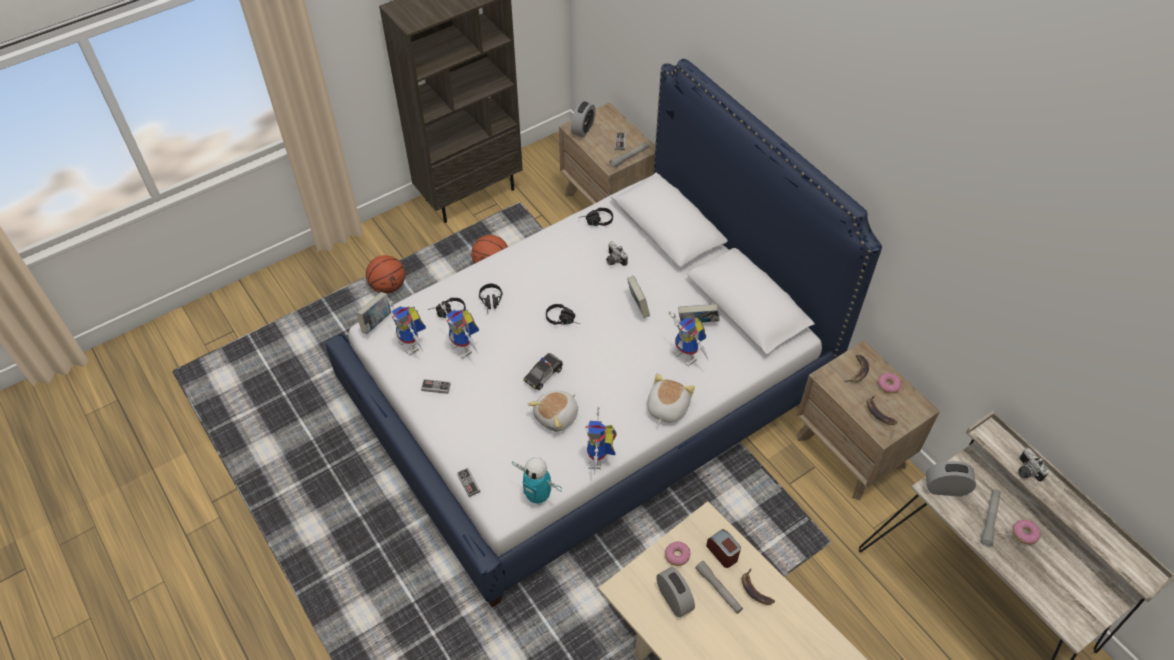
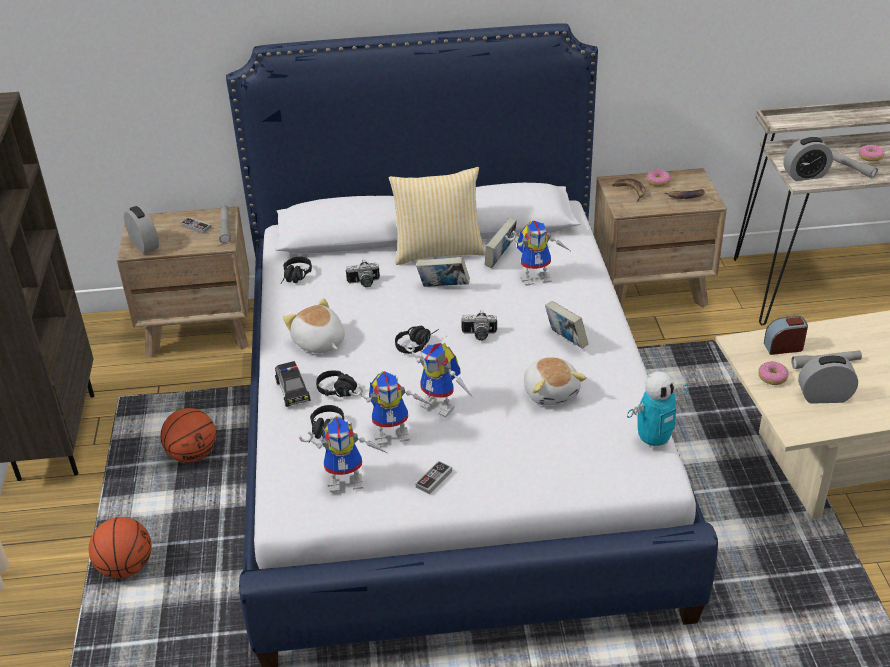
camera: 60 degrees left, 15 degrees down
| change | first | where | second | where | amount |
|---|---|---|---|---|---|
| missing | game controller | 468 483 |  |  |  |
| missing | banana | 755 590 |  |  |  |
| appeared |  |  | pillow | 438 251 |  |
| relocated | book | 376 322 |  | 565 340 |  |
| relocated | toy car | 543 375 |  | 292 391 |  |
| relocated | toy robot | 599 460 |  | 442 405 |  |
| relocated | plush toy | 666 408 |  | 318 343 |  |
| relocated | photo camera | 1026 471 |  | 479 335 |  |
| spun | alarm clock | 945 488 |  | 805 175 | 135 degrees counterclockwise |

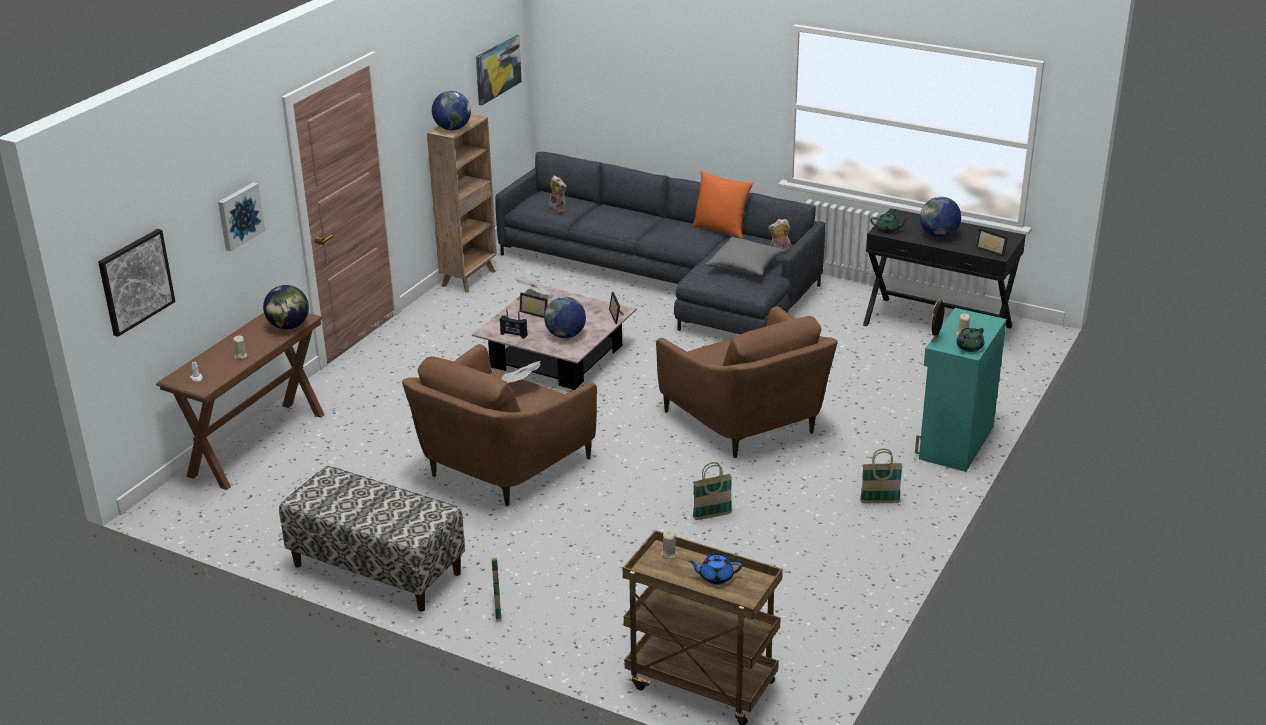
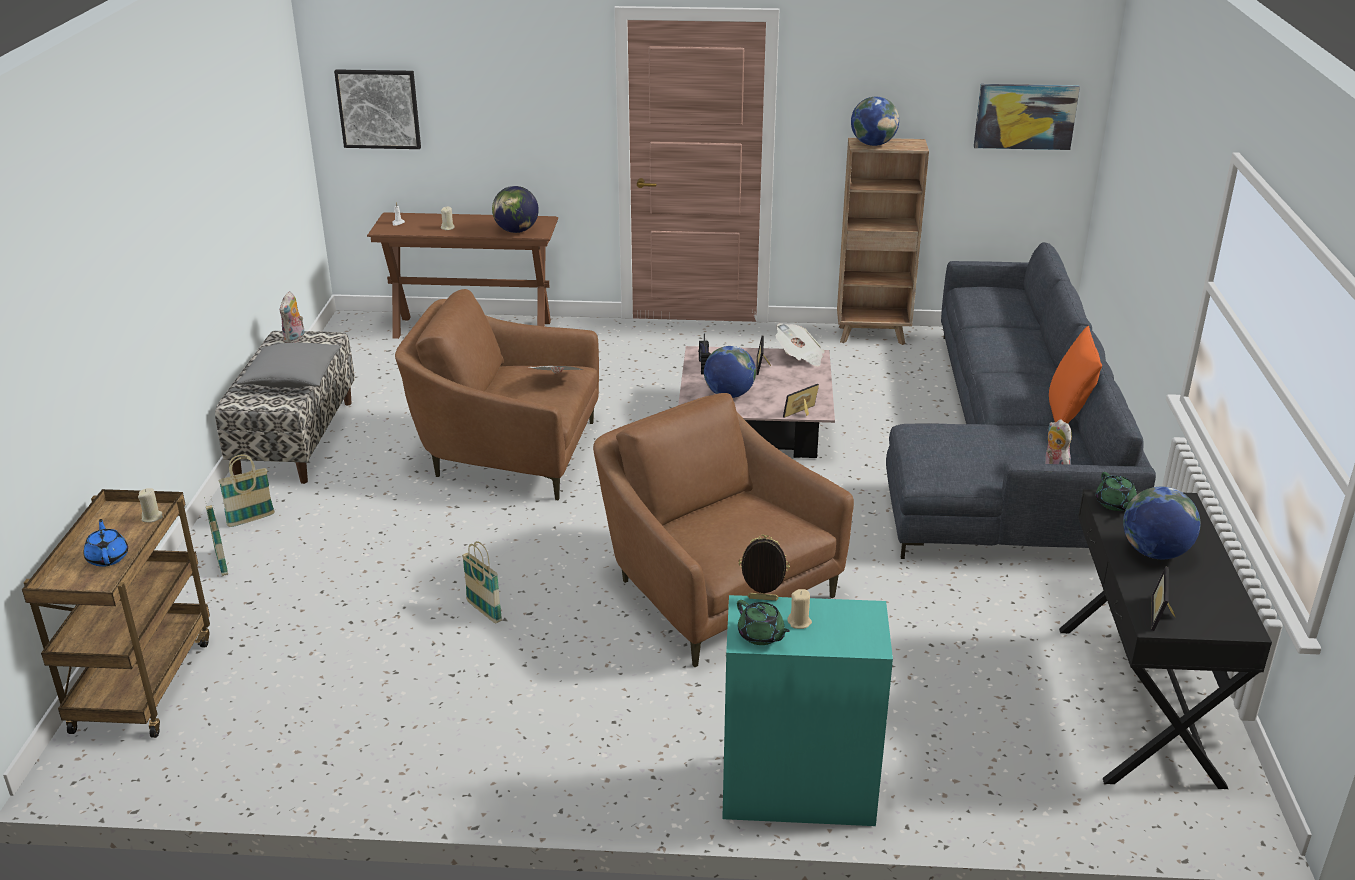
camera: 65 degrees right, 0 degrees up
| change | first | where | second | where | amount |
|---|---|---|---|---|---|
| missing | picture | 239 216 |  |  |  |
| relocated | plush toy | 559 209 |  | 295 339 |  |
| relocated | grey pillow | 745 266 |  | 292 379 |  |
| relocated | basket | 879 502 |  | 221 563 |  |
| spun | brown armchair | 748 422 |  | 713 589 | 105 degrees clockwise |
| spun | green teapot | 969 347 |  | 761 636 | 150 degrees counterclockwise |

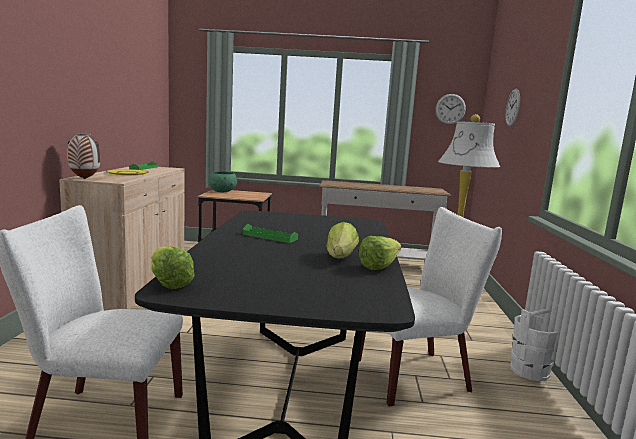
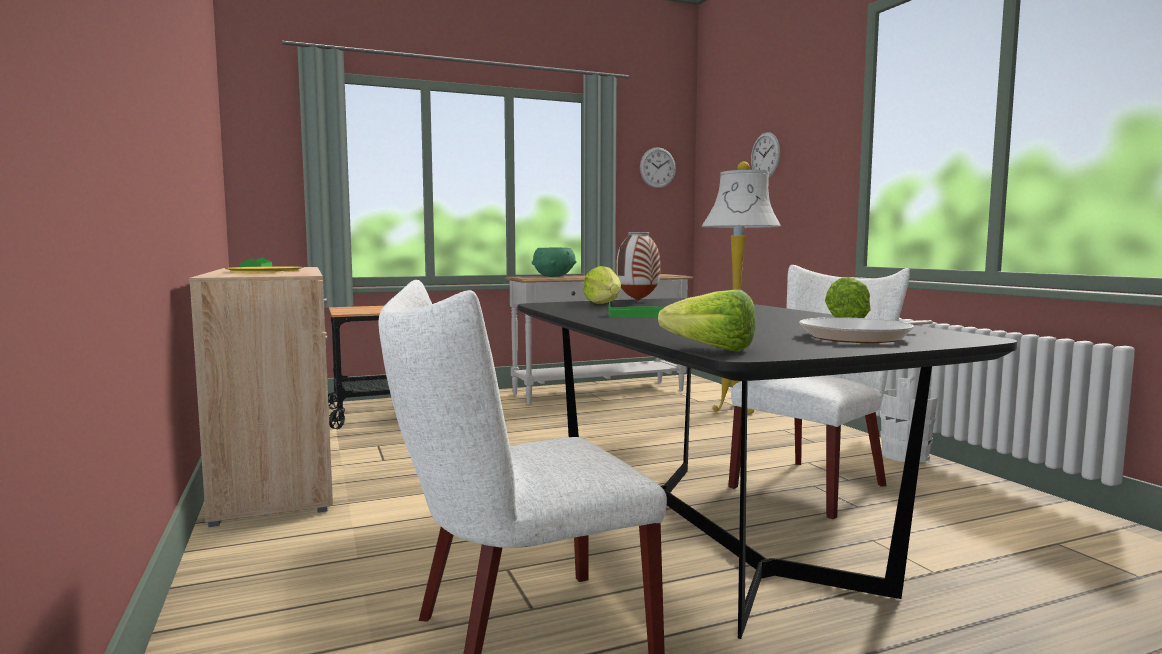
camera: 25 degrees left, 5 degrees down
| change | first | where | second | where | amount |
|---|---|---|---|---|---|
| appeared |  |  | frying pan | 860 337 |  |
| relocated | vase | 84 179 |  | 637 300 |  |
| relocated | green bowl | 222 191 |  | 554 276 |  |
| relocated | lettuce | 340 258 |  | 604 304 |  |

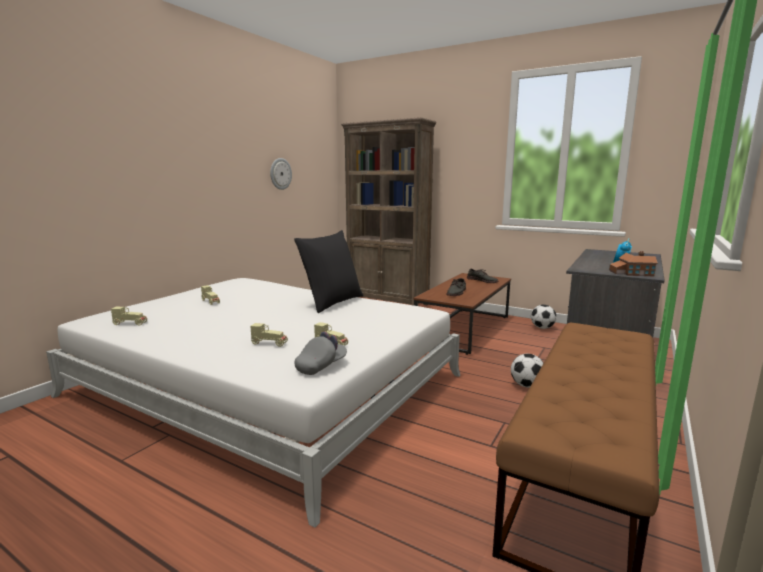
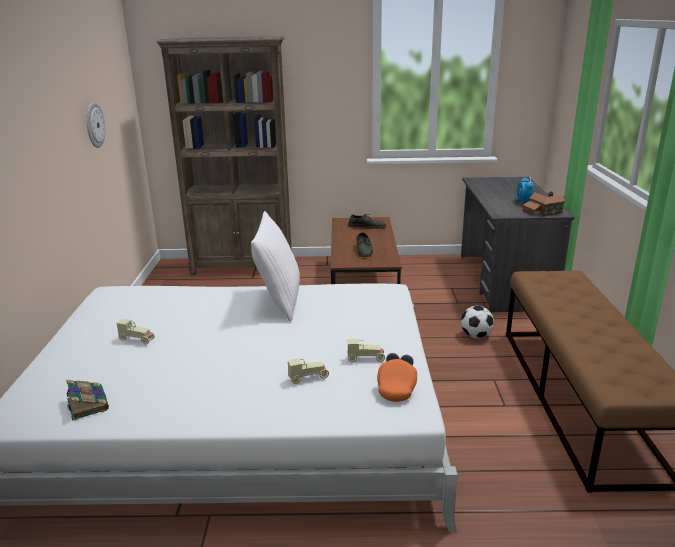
camera: 30 degrees left, 10 degrees up
| change | first | where | second | where | amount |
|---|---|---|---|---|---|
| missing | football | 542 328 |  |  |  |
| exchanged | beige toy car | 130 323 | book | 87 403 |  |
| colour | black pillow | 331 302 | white pillow | 279 301 |  |
| colour | grey cap | 321 366 | orange cap | 397 388 |  |

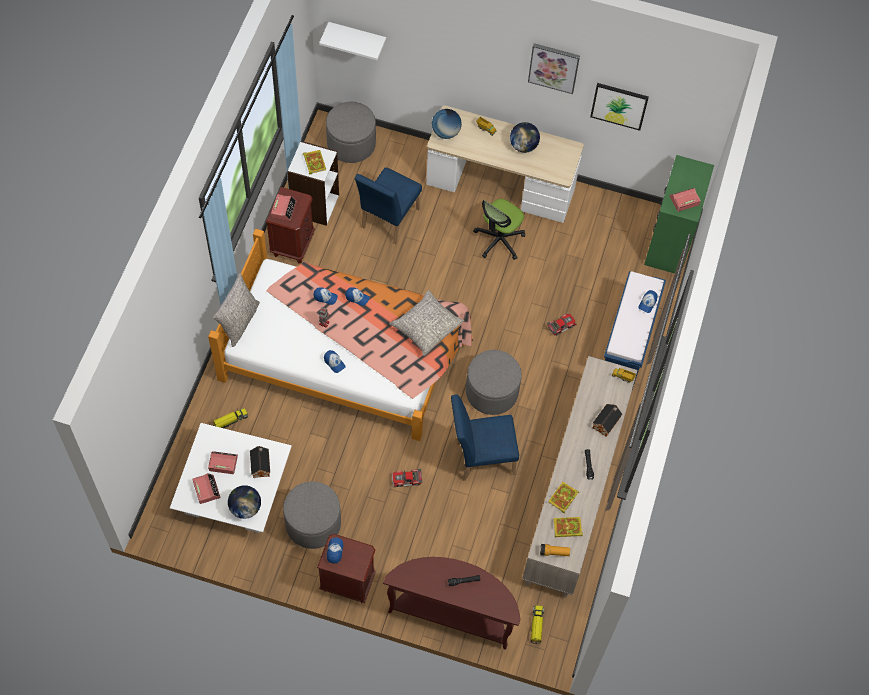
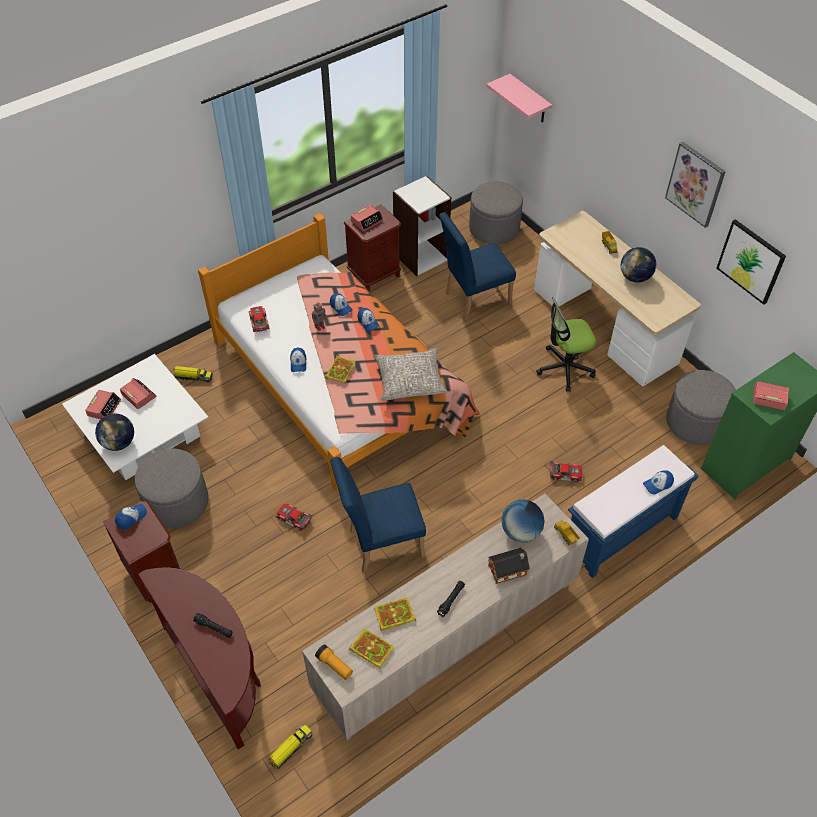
camera: 40 degrees right, 10 degrees down
| change | first | where | second | where | amount |
|---|---|---|---|---|---|
| missing | grey pillow | 239 321 |  |  |  |
| missing | toy house | 261 465 |  |  |  |
| appeared |  |  | toy car | 258 322 |  |
| relocated | book | 314 162 |  | 340 370 |  |
| relocated | globe | 446 132 |  | 521 531 |  |
| relocated | grey ottoman | 491 392 |  | 695 422 |  |
| colour | white shelf | 357 37 | pink shelf | 529 100 |  |
| spun | blue chair | 480 458 |  | 380 544 | 45 degrees counterclockwise |

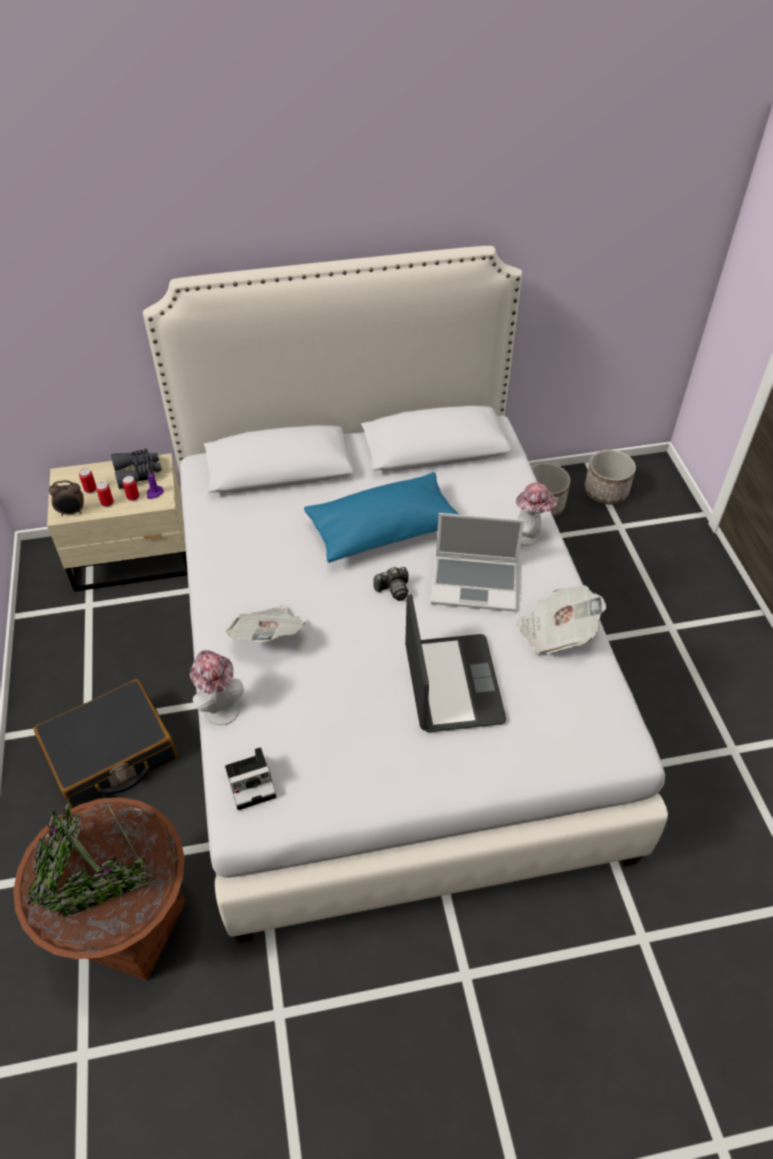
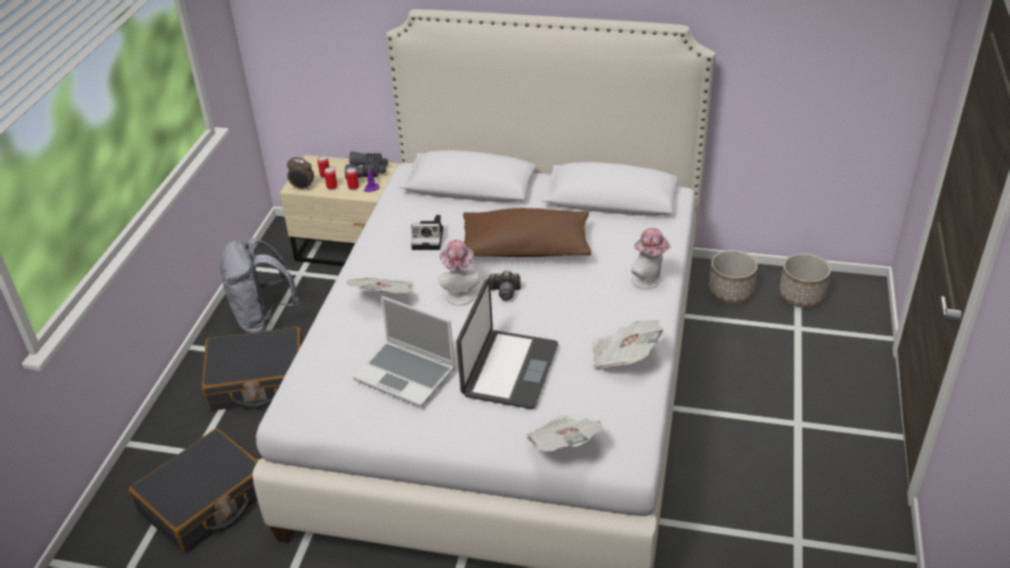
camera: 25 degrees right, 10 degrees down
| change | first | where | second | where | amount |
|---|---|---|---|---|---|
| appeared |  |  | grey backpack | 263 318 |  |
| appeared |  |  | newspaper | 564 446 |  |
| relocated | hat | 220 706 |  | 459 293 |  |
| relocated | photo camera | 252 781 |  | 429 239 |  |
| relocated | laptop | 476 583 |  | 406 375 |  |
| exchanged | brown planter | 130 926 | black suitcase | 206 502 |  |
| colour | blue pillow | 384 530 | brown pillow | 525 249 |  |

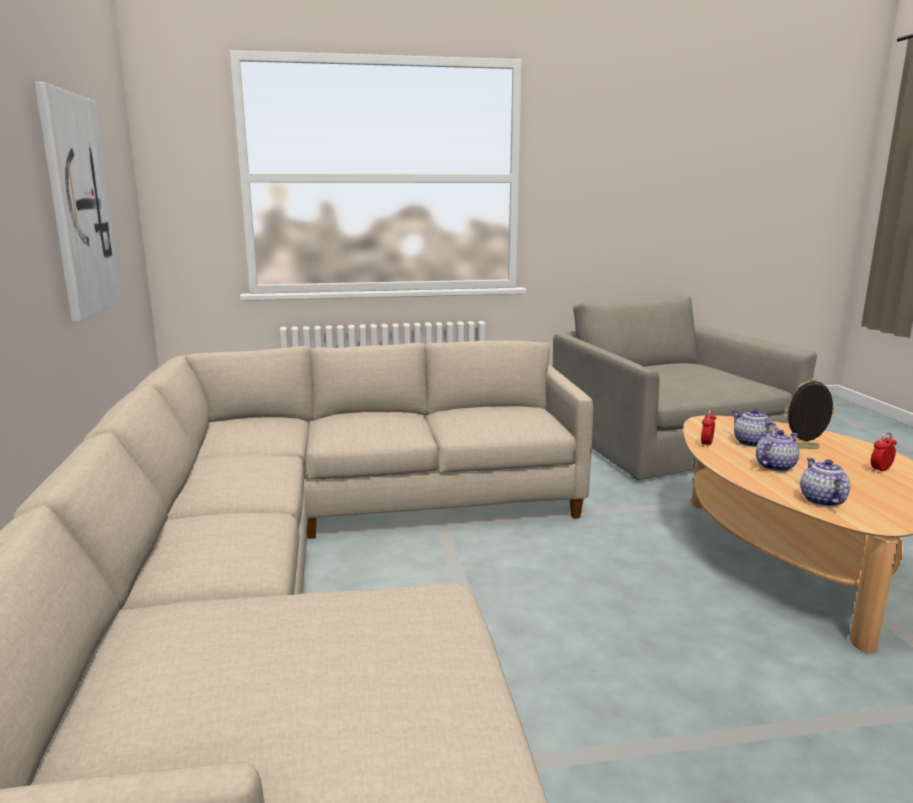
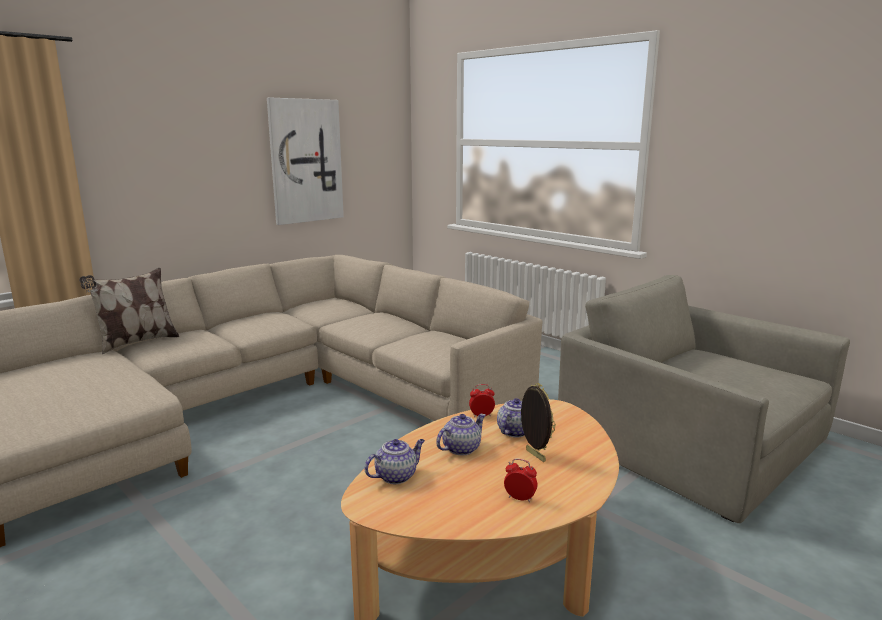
camera: 55 degrees right, 0 degrees up
| change | first | where | second | where | amount |
|---|---|---|---|---|---|
| appeared |  |  | pillow | 136 342 |  |
| spun | grey armchair | 664 440 |  | 689 443 | 75 degrees counterclockwise |
| spun | teapot | 774 466 |  | 461 448 | 60 degrees counterclockwise |

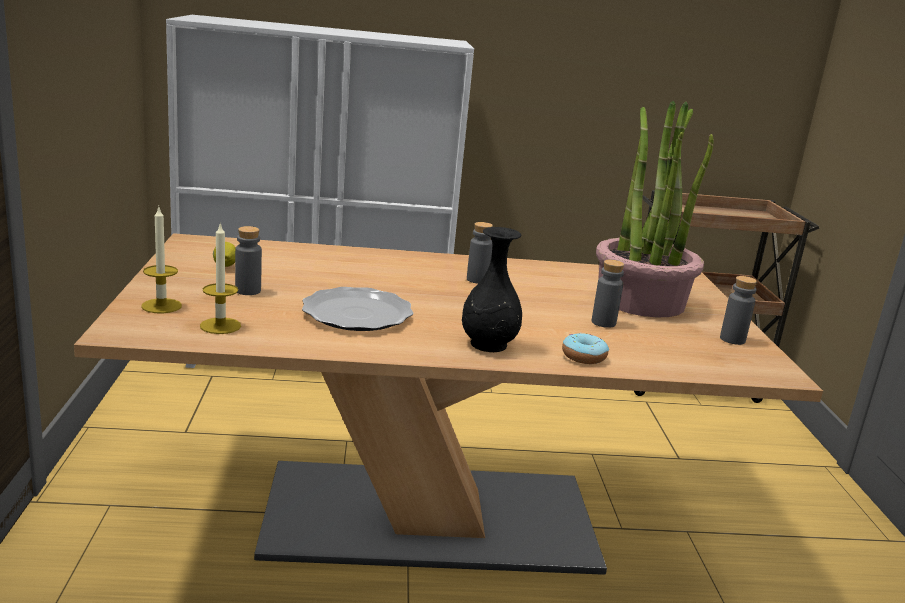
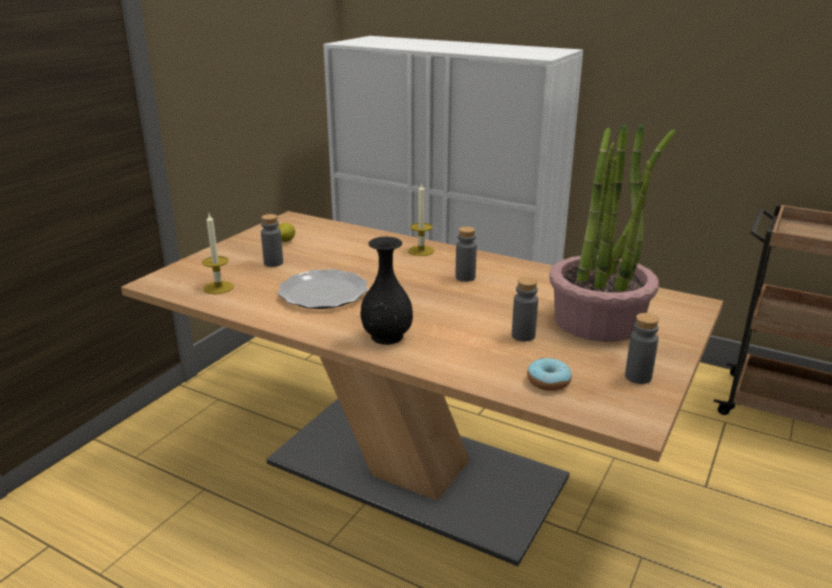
camera: 35 degrees right, 5 degrees up
| change | first | where | second | where | amount |
|---|---|---|---|---|---|
| relocated | candle | 161 306 |  | 421 251 |  |
| relocated | donut | 583 357 |  | 548 381 |  |

